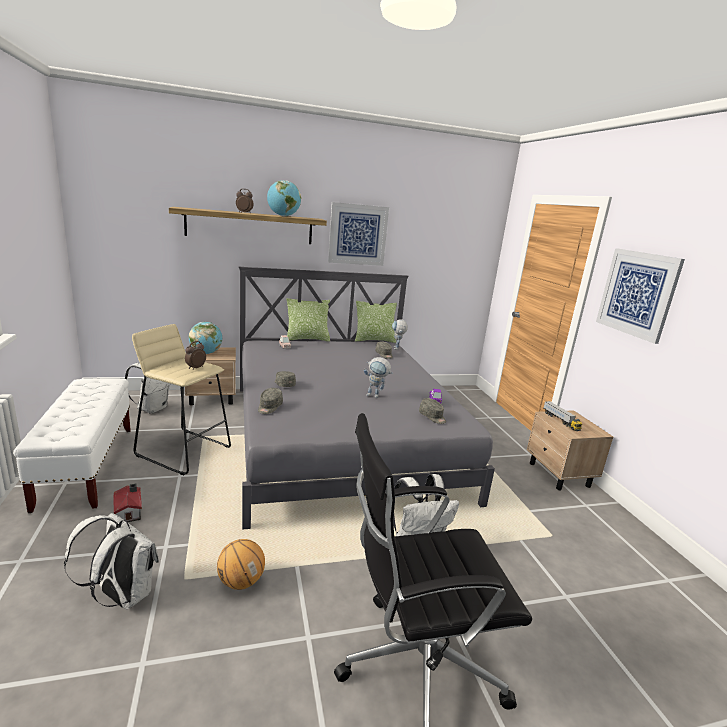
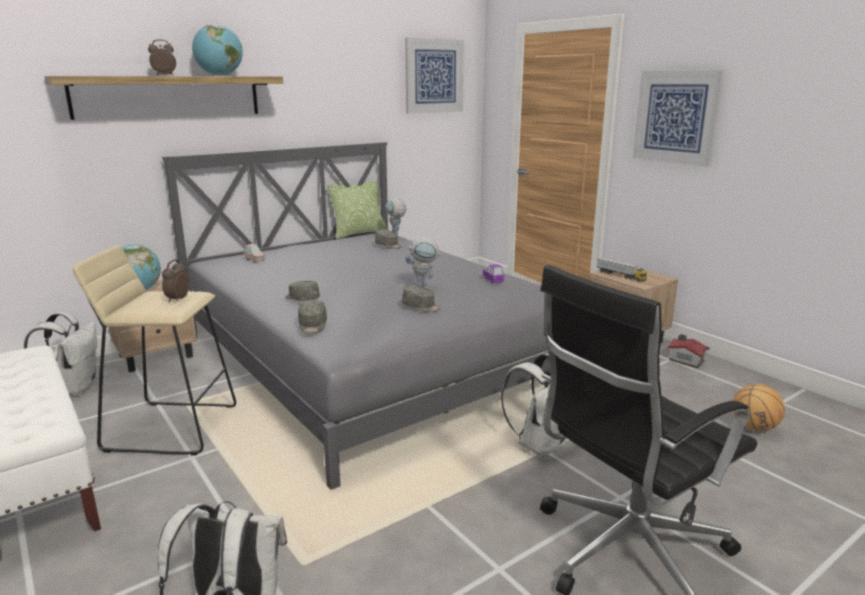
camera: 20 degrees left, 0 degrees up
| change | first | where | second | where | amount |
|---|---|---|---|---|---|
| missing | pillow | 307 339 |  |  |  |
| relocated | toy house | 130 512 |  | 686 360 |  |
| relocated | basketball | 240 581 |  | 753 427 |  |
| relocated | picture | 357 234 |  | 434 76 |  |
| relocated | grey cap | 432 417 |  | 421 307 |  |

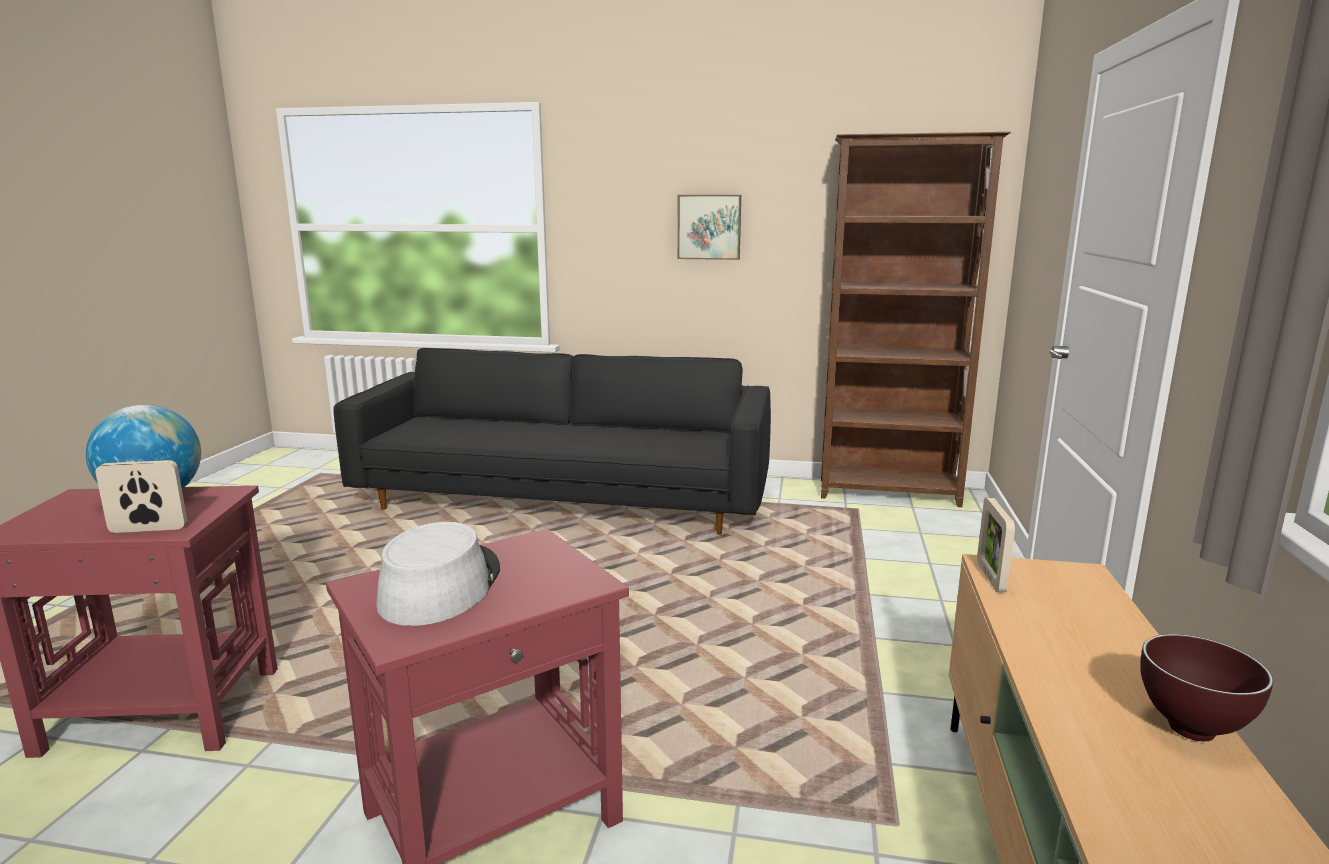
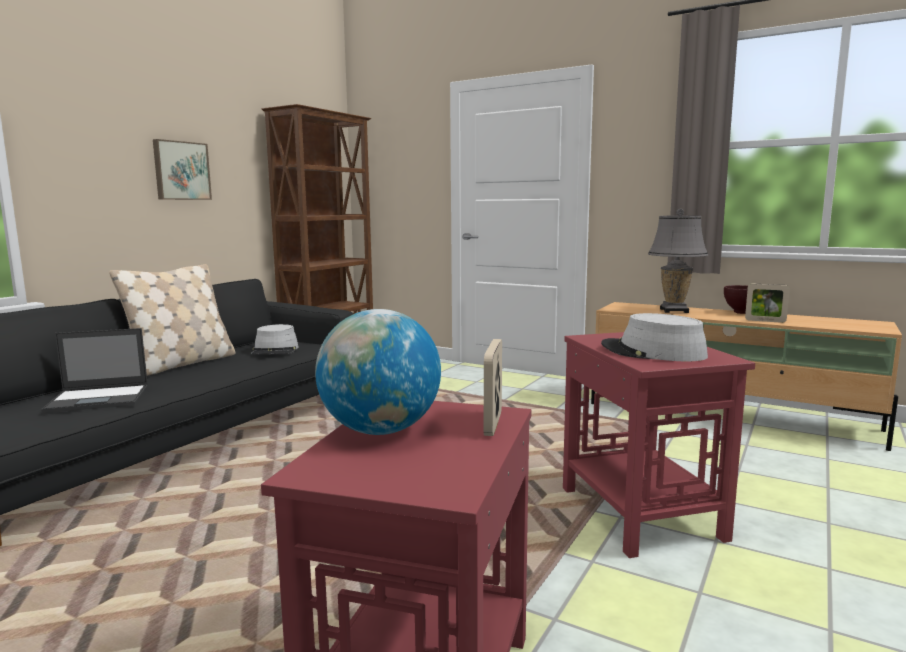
camera: 70 degrees left, 5 degrees down
| change | first | where | second | where | amount |
|---|---|---|---|---|---|
| appeared |  |  | laptop | 100 399 |  |
| appeared |  |  | beige pillow | 182 364 |  |
| appeared |  |  | grey hat | 275 350 |  |
| appeared |  |  | grey table lamp | 673 311 |  |
| relocated | picture frame | 990 577 |  | 765 321 |  |

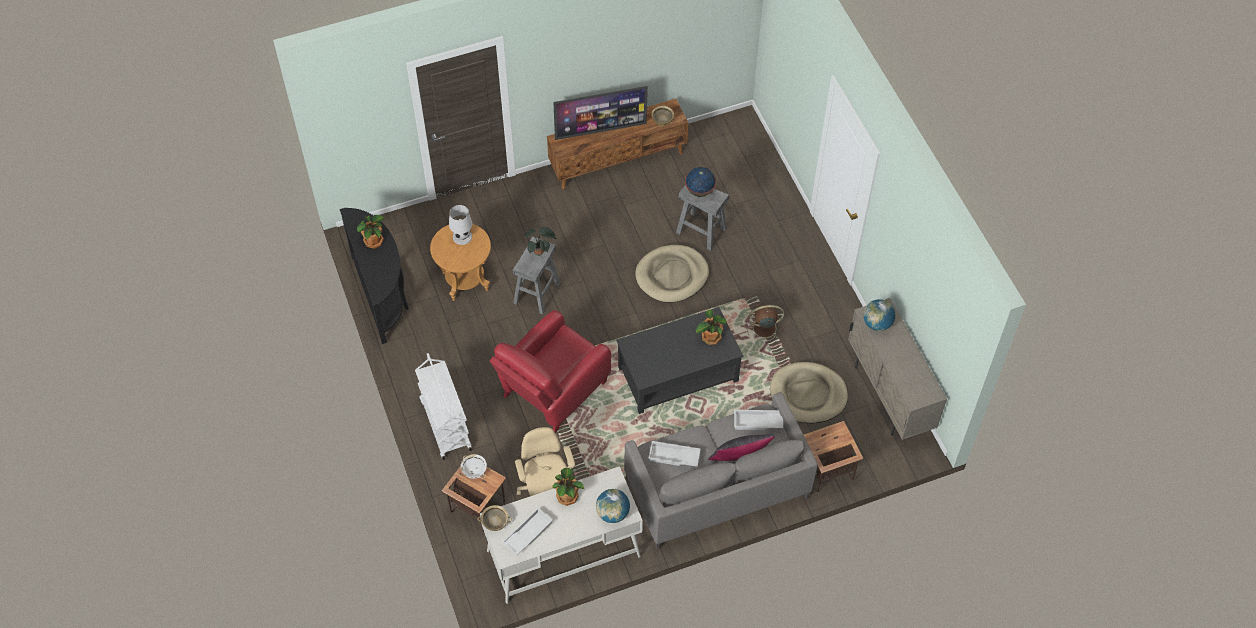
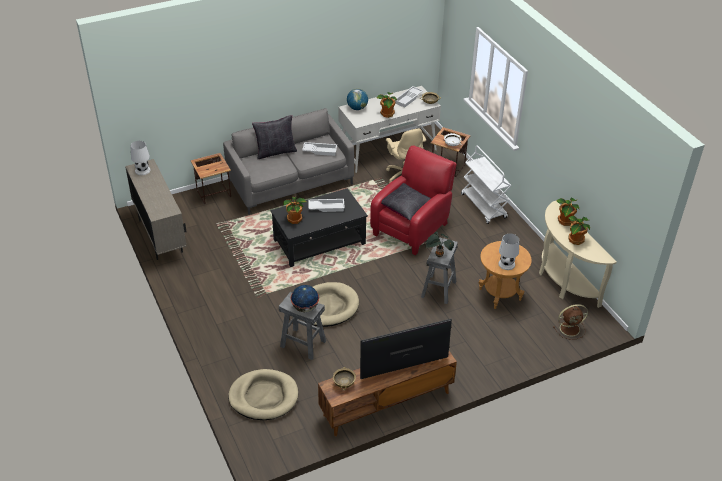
camera: 175 degrees right, 15 degrees down
| change | first | where | second | where | amount |
|---|---|---|---|---|---|
| missing | globe | 877 323 |  |  |  |
| appeared |  |  | white table lamp | 142 170 |  |
| appeared |  |  | black pillow | 406 207 |  |
| appeared |  |  | potted plant | 565 221 |  |
| relocated | white tray | 757 422 |  | 326 207 |  |
| relocated | brown fan | 763 328 |  | 570 328 |  |
| relocated | beige dog bed | 808 395 |  | 263 397 |  |
| colour | black console table | 382 295 | beige console table | 563 281 |  |

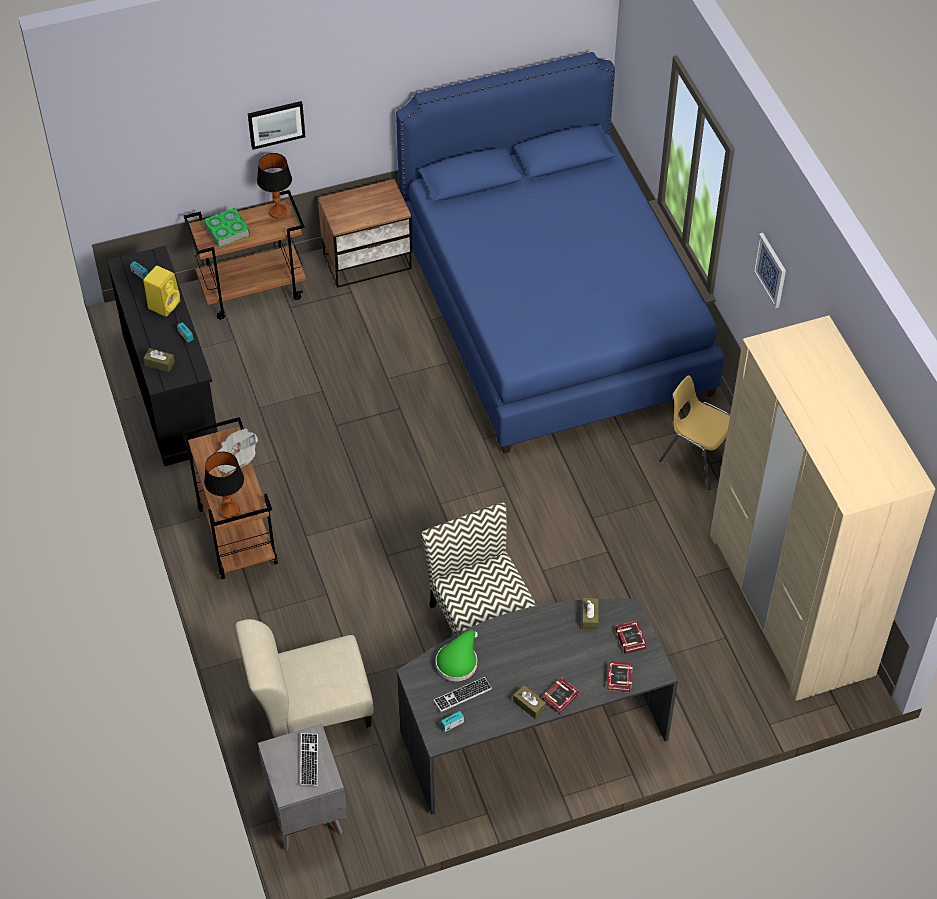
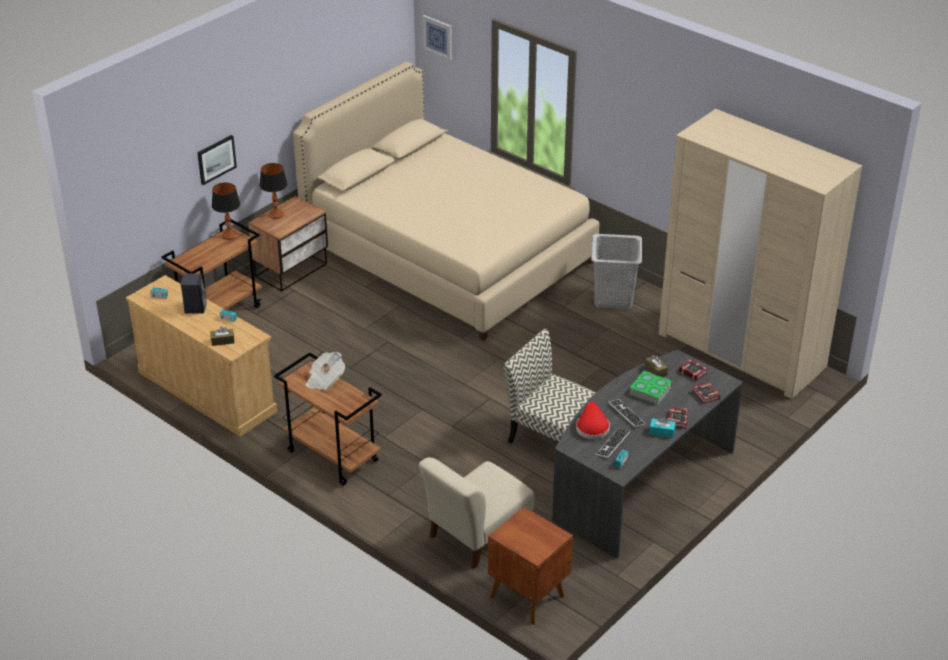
camera: 30 degrees left, 15 degrees down
| change | first | where | second | where | amount |
|---|---|---|---|---|---|
| relocated | book | 227 230 |  | 650 390 |  |
| relocated | table lamp | 229 510 |  | 276 214 |  |
| relocated | keyboard | 309 760 |  | 626 414 |  |
| relocated | picture | 771 270 |  | 437 37 |  |
| exchanged | yellow chair | 697 458 | grey laundry basket | 613 298 |  |
| colour | black dresser | 171 390 | beige dresser | 206 391 |  |
| colour | yellow speaker | 164 304 | black speaker | 195 307 |  |
| colour | grey nightstand | 305 811 | brown nightstand | 527 595 |  |
| colour | blue bed | 553 312 | beige bed | 448 255 |  |
| colour | green hat | 458 661 | red hat | 592 427 |  |
| colour | brown tissue box | 529 705 | turquoise tissue box | 662 432 |  |

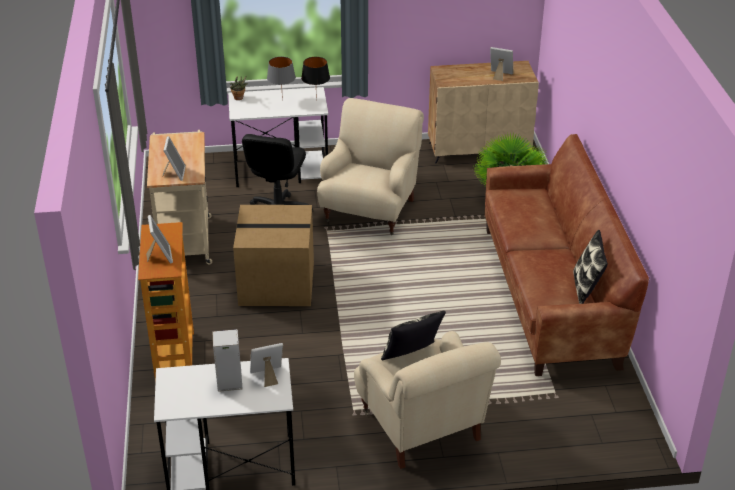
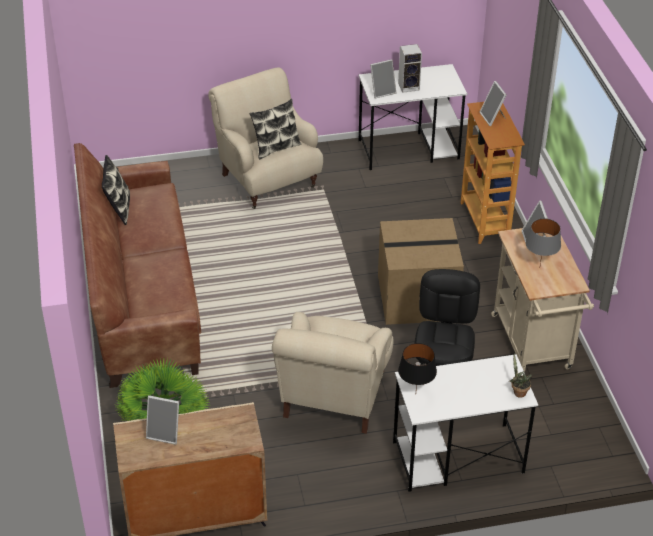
camera: 175 degrees right, 5 degrees up
| change | first | where | second | where | amount |
|---|---|---|---|---|---|
| relocated | grey table lamp | 282 100 |  | 539 268 |  |

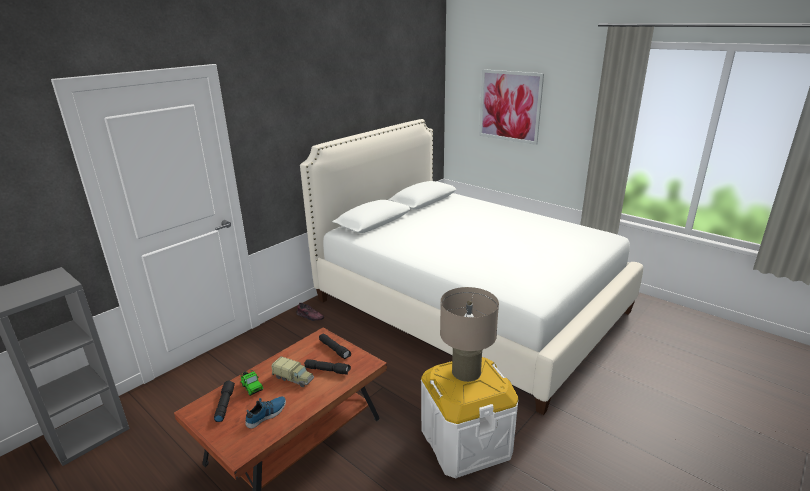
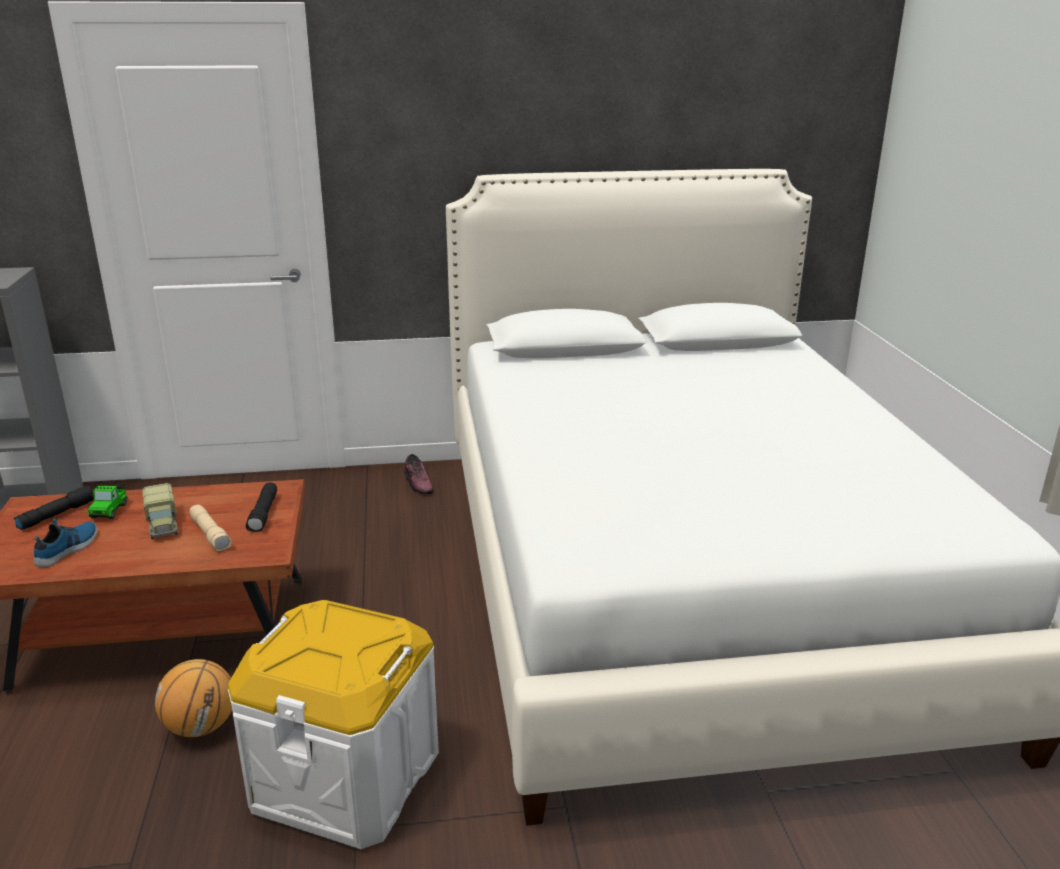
camera: 40 degrees right, 0 degrees up
| change | first | where | second | where | amount |
|---|---|---|---|---|---|
| missing | beige table lamp | 466 371 |  |  |  |
| missing | picture | 510 106 |  |  |  |
| appeared |  |  | basketball | 201 726 |  |
| colour | black flashlight | 328 370 | beige flashlight | 211 534 |  |
| spun | shoe | 267 414 |  | 68 549 | 60 degrees counterclockwise |

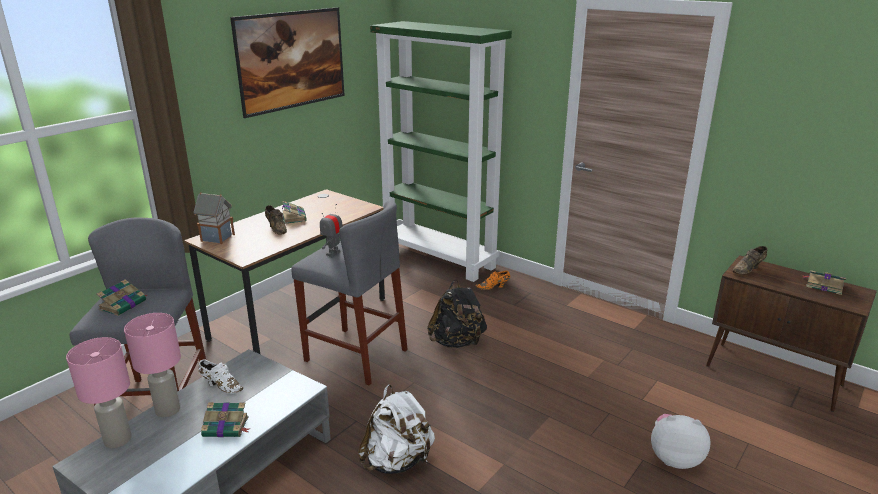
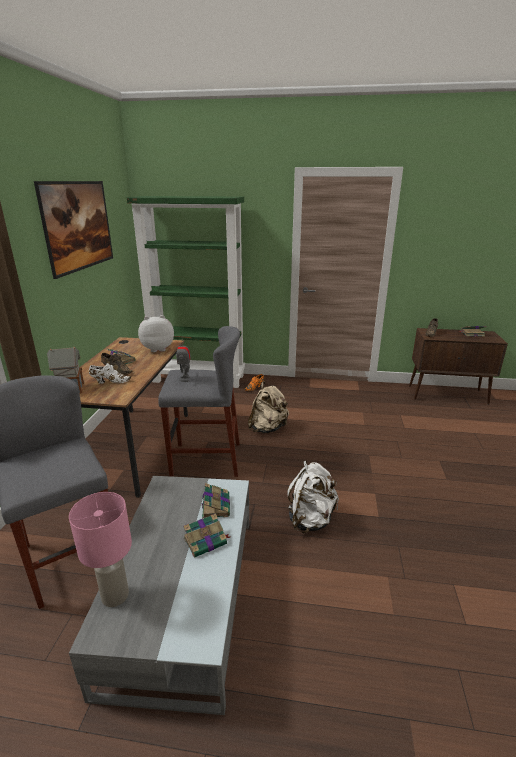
camera: 30 degrees left, 0 degrees up
| change | first | where | second | where | amount |
|---|---|---|---|---|---|
| missing | pink table lamp | 168 409 |  |  |  |
| relocated | book | 124 304 |  | 216 505 |  |
| relocated | white shoe | 221 386 |  | 109 382 |  |
| relocated | plush toy | 675 458 |  | 157 349 |  |
| colour | black backpack | 457 342 | beige backpack | 268 428 |  |

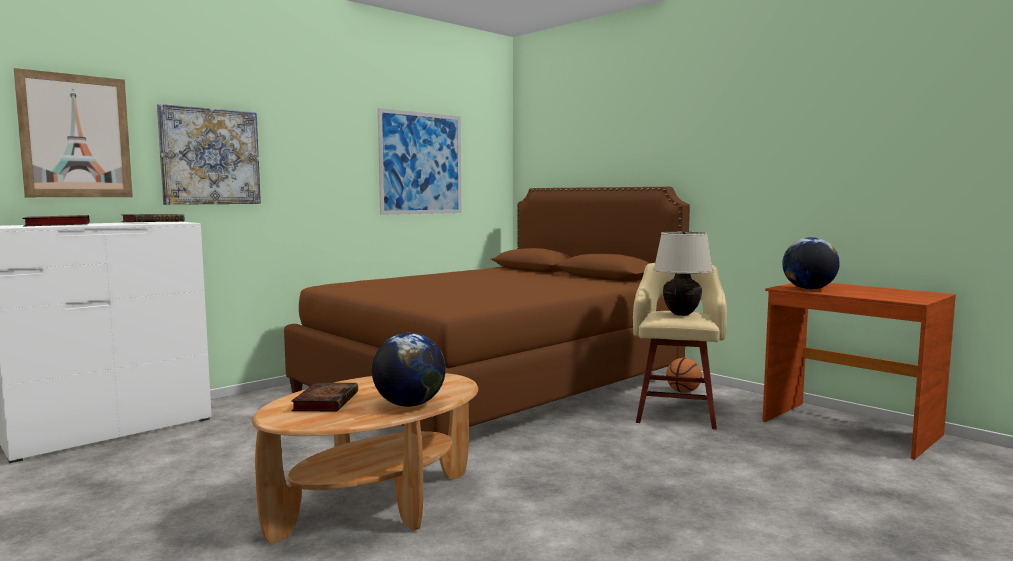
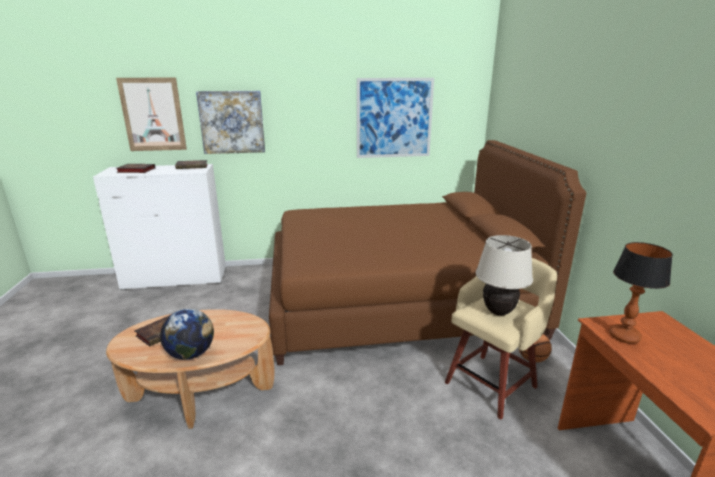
camera: 35 degrees right, 15 degrees up
| change | first | where | second | where | amount |
|---|---|---|---|---|---|
| exchanged | globe | 808 289 | table lamp | 623 336 |  |

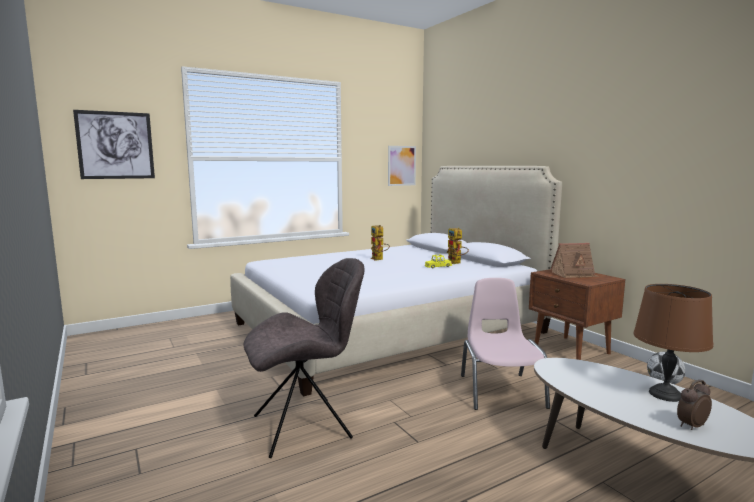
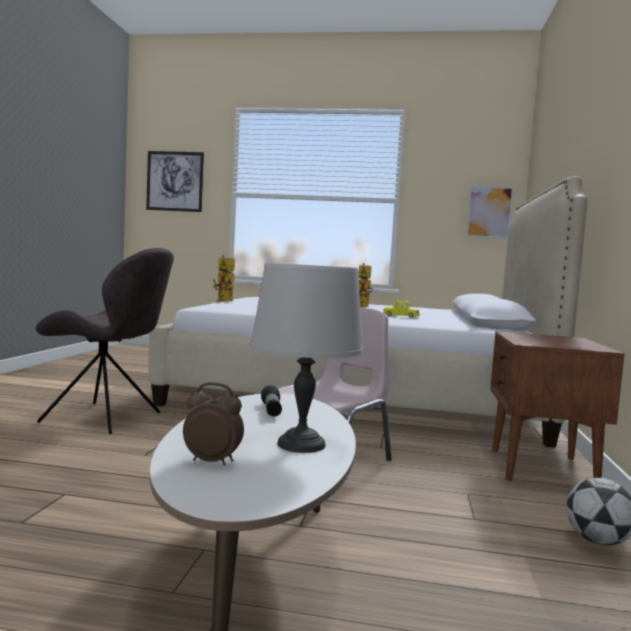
camera: 40 degrees right, 5 degrees down
| change | first | where | second | where | amount |
|---|---|---|---|---|---|
| missing | toy house | 574 274 |  |  |  |
| appeared |  |  | flashlight | 271 410 |  |
| relocated | toy robot | 456 263 |  | 224 301 |  |
| colour | brown table lamp | 664 394 | grey table lamp | 300 444 |  |

